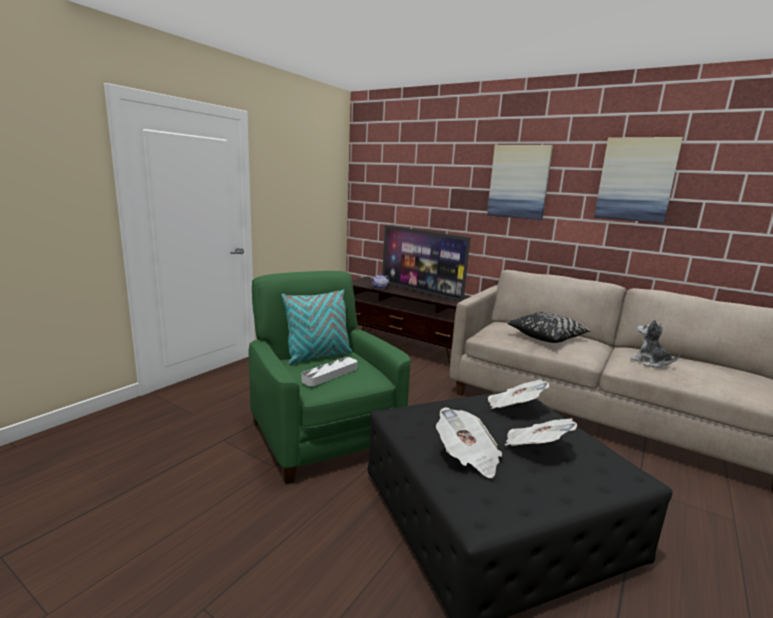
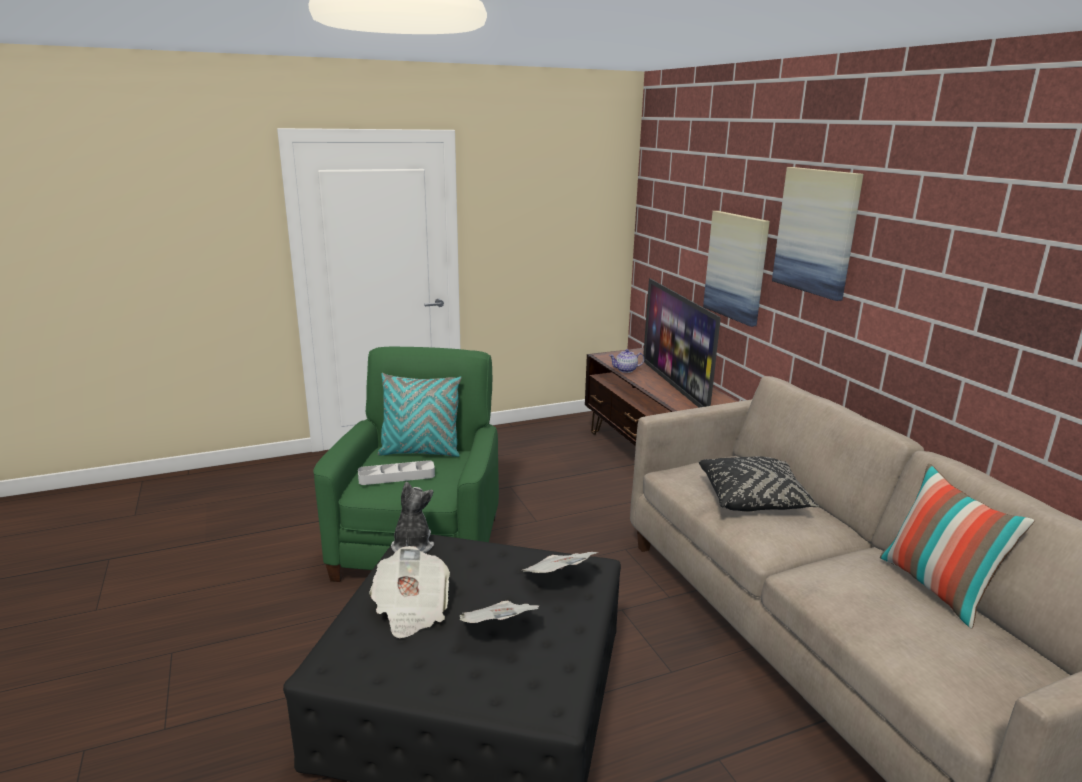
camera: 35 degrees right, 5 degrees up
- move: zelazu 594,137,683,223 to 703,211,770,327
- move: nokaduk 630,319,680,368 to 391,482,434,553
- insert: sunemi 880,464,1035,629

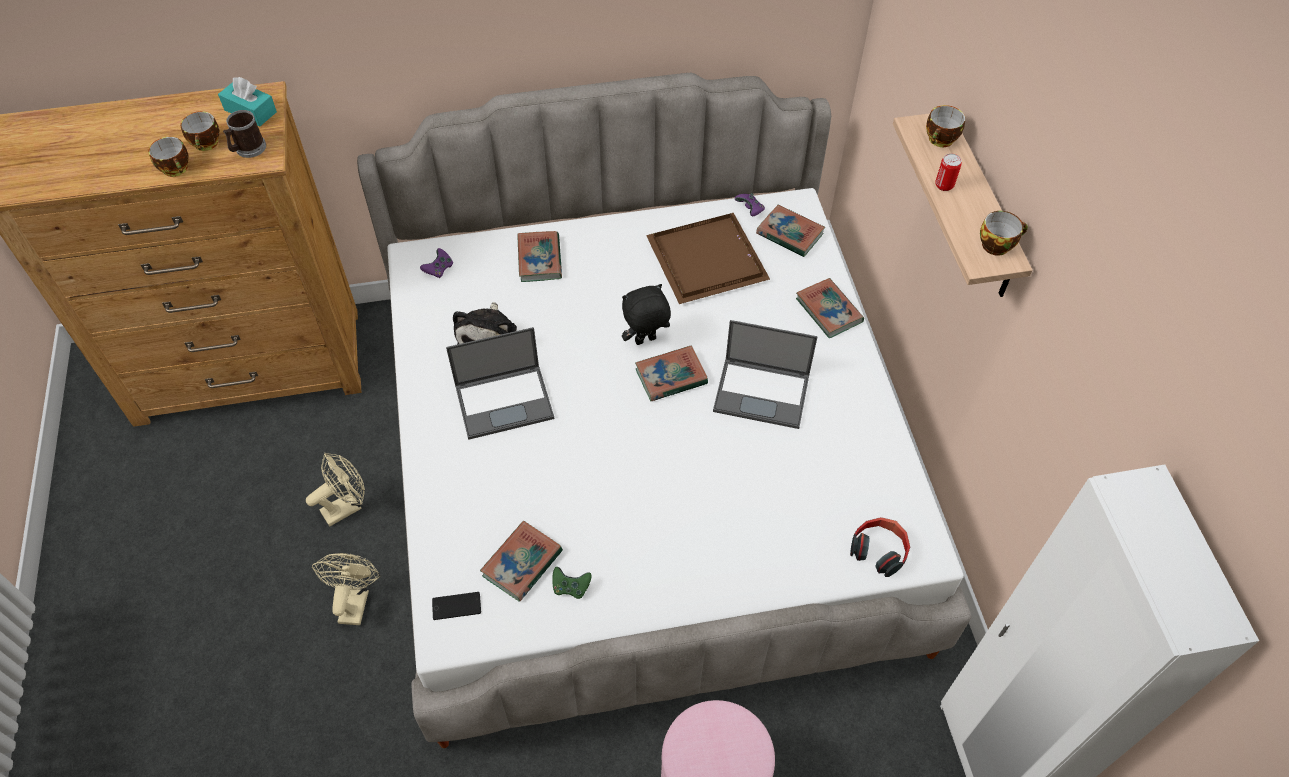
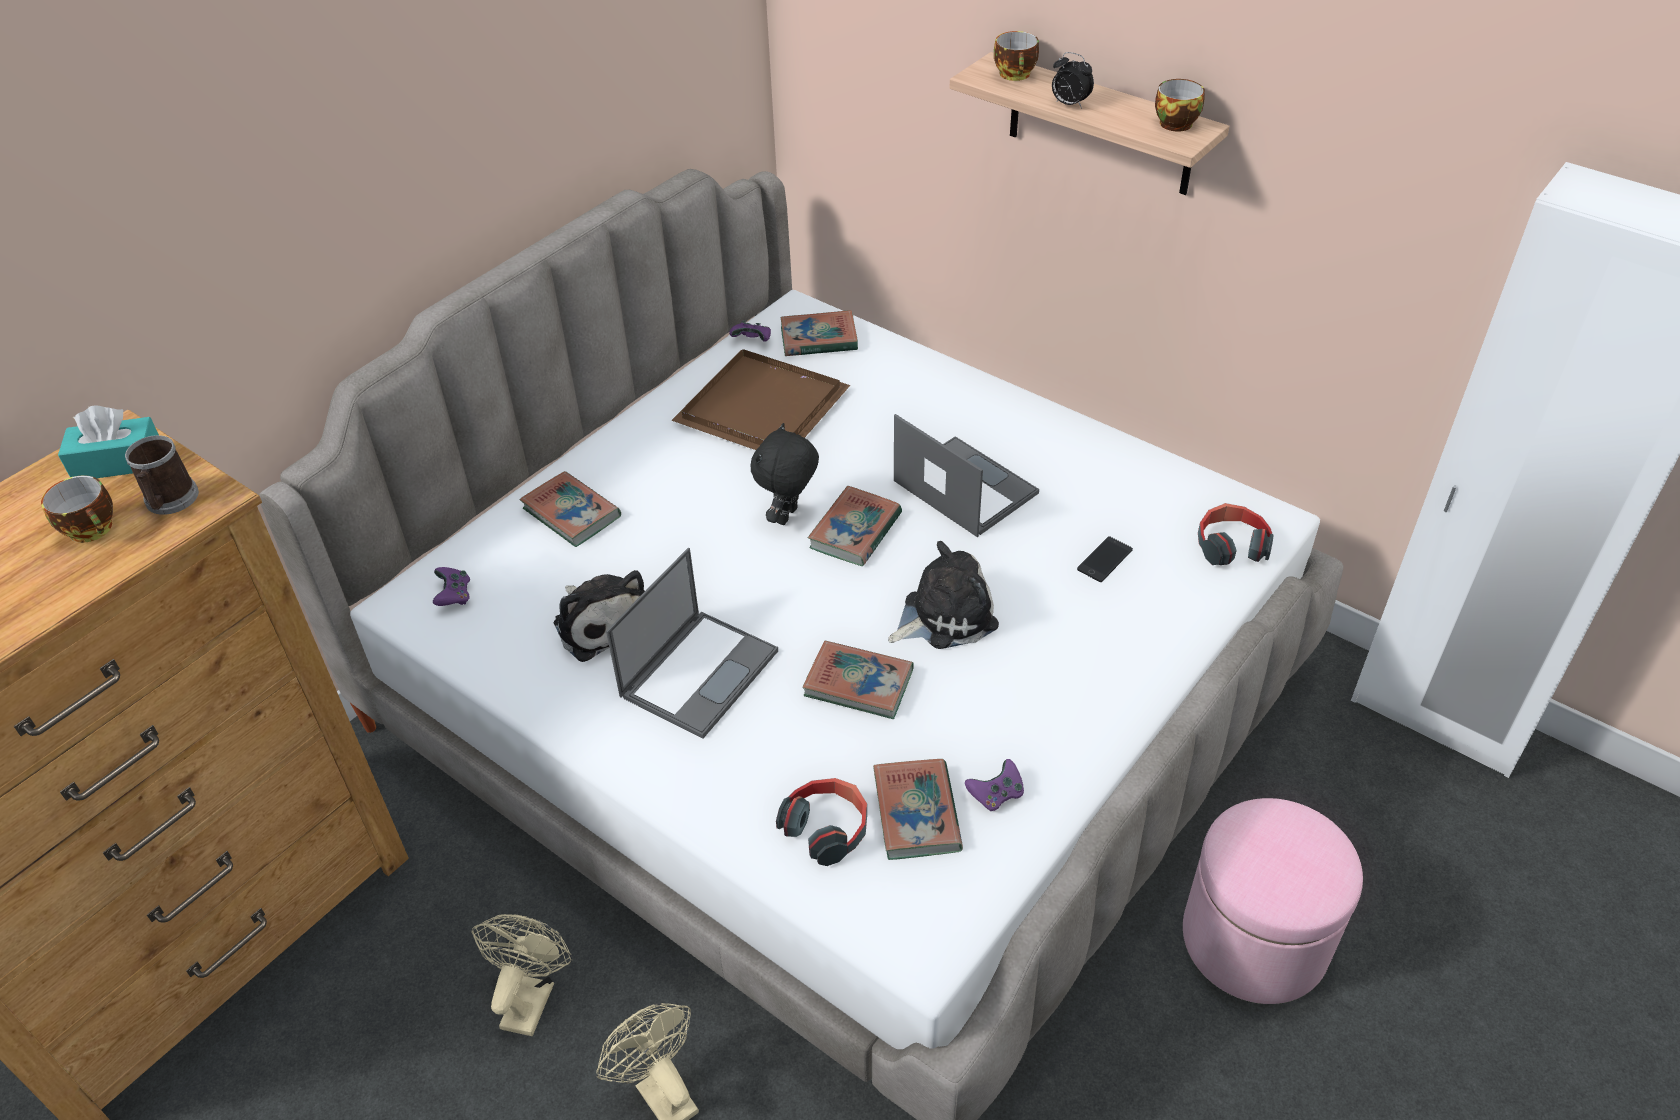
camera: 40 degrees left, 10 degrees down
- delete: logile 148,137,189,177
- move: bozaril 432,592,481,620 to 1077,536,1133,582
- recolor: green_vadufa 552,567,592,599 to purple_vadufa 965,759,1024,812
- rotate: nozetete 713,320,818,429 = 894,414,1039,537 105 degrees counterclockwise
- move: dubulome 796,278,864,338 to 803,641,914,719
- replace: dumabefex 935,153,962,191 to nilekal 1052,52,1094,109
- insert: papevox 776,778,867,866
- insert: nokaduk 888,541,999,649

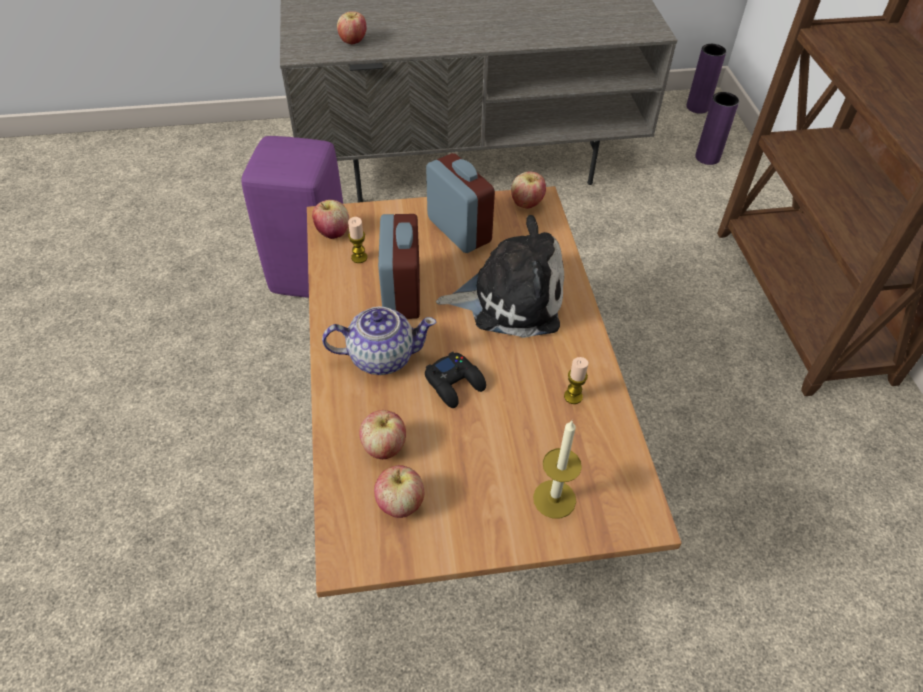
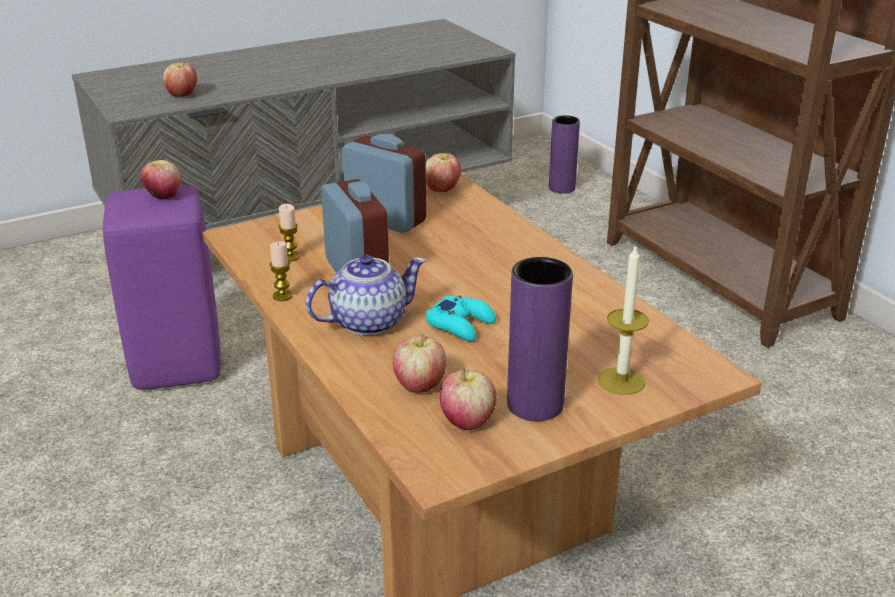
camera: 20 degrees left, 20 degrees down
- move: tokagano 312,200,349,239 to 141,160,181,199
- recolor: black_vadufa 425,352,486,408 to turquoise_vadufa 426,295,496,342
- delete: nokaduk 436,215,564,338
- move: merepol 564,357,589,404 to 270,241,293,301
- move: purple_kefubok 686,44,726,114 to 507,257,573,421

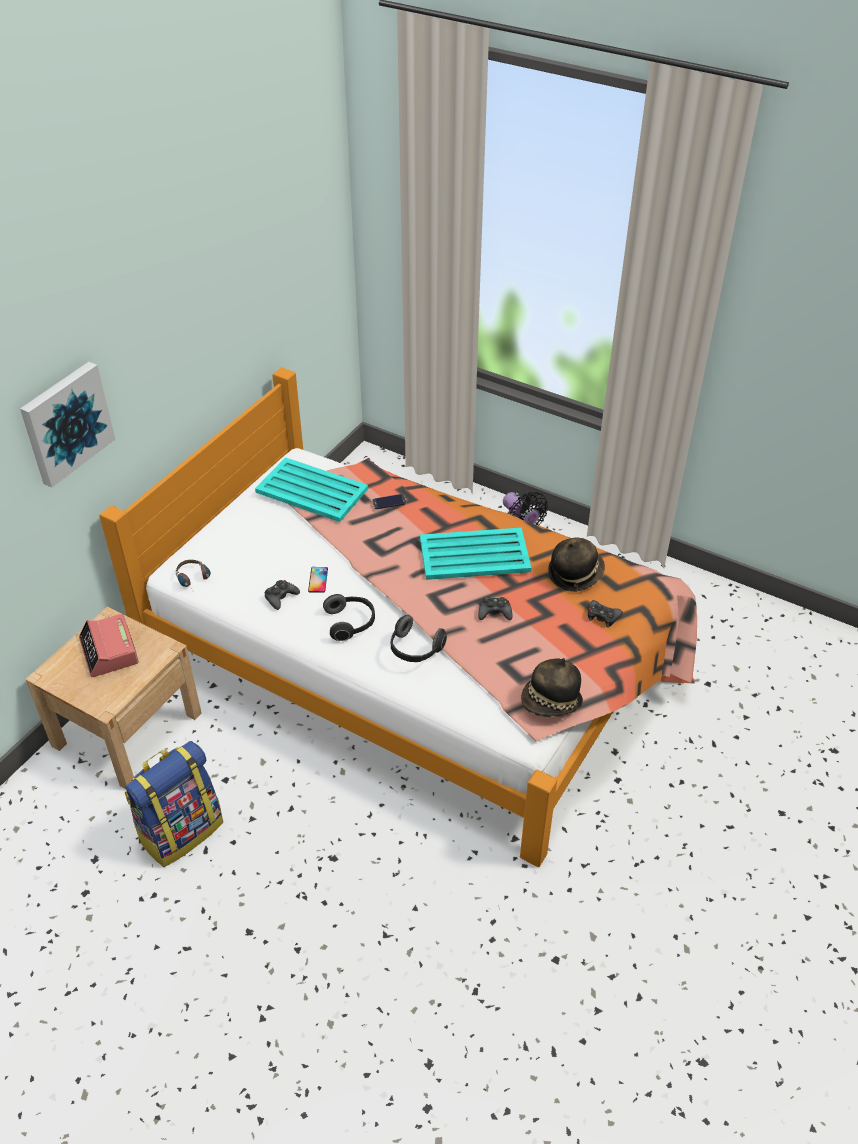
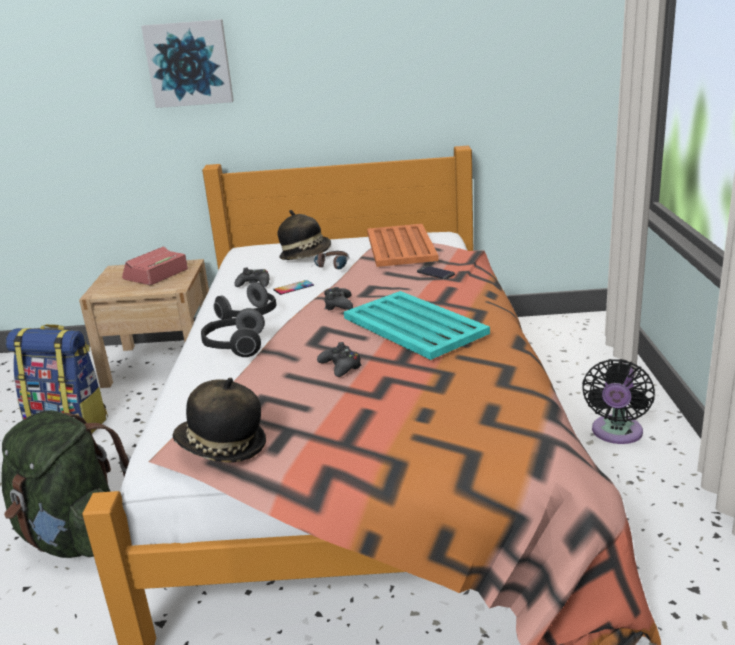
camera: 60 degrees right, 20 degrees down
- move: papevox 176,560,211,587 to 310,251,349,269
- recolor: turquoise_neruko 255,457,368,522 to orange_neruko 367,224,439,267
- move: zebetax 548,538,605,592 to 277,210,331,260
- move: black_vadufa 588,600,623,627 to 324,287,353,310
- insert: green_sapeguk 1,410,131,558

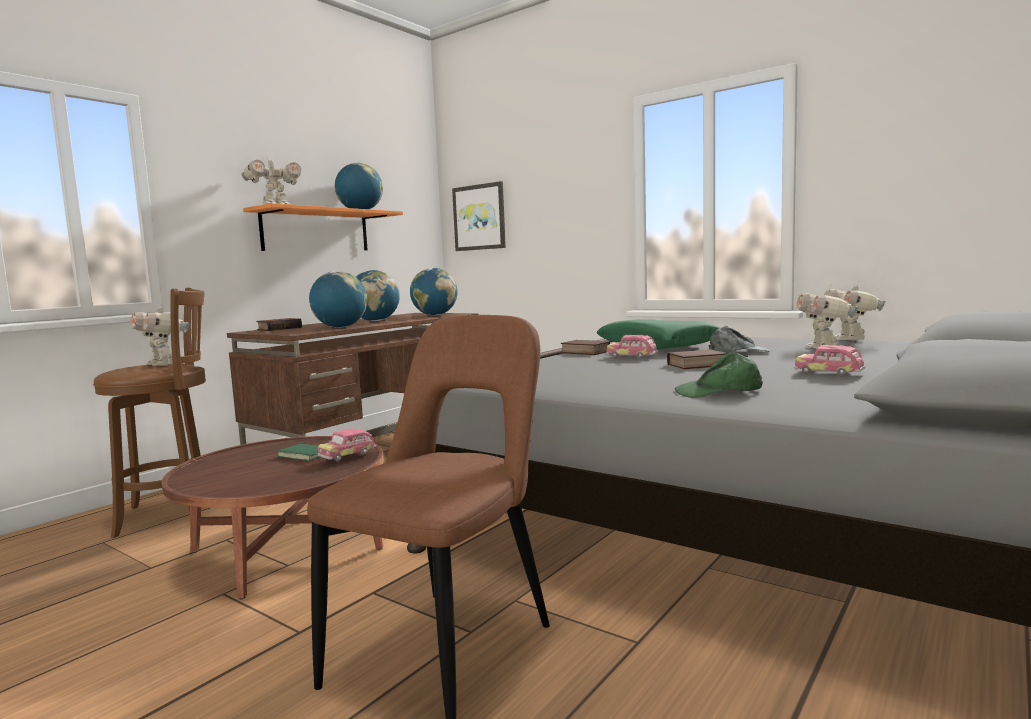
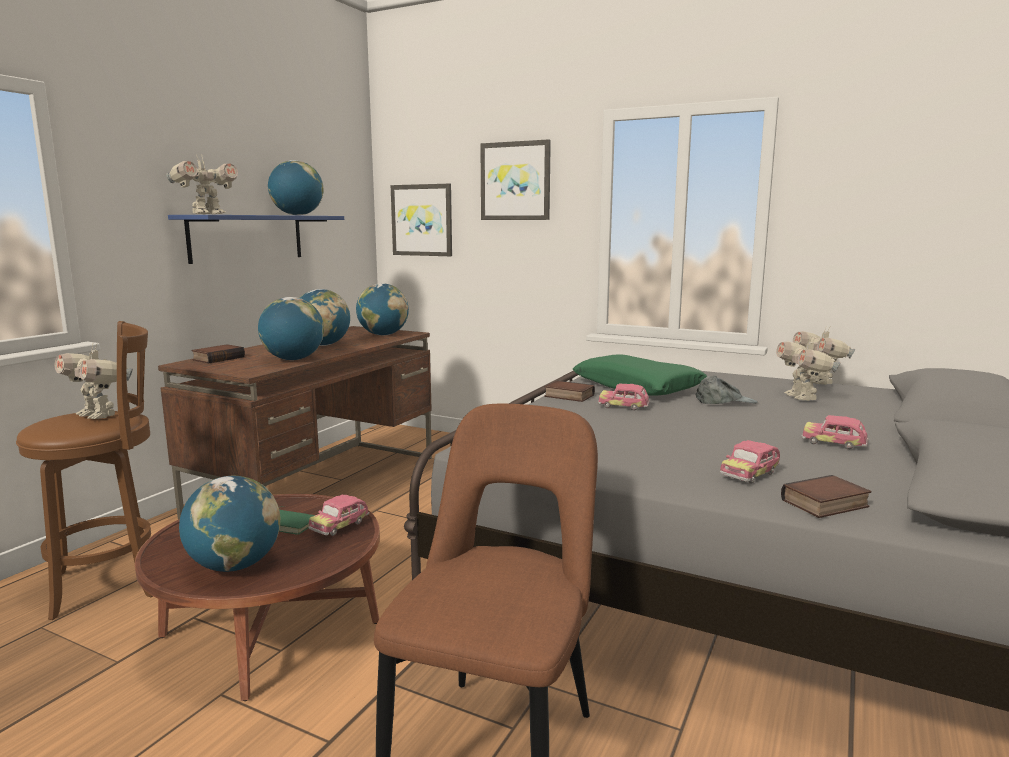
camera: 10 degrees left, 5 degrees up
- recolor: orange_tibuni 243,203,403,251 to blue_tibuni 168,215,344,264
- move: dubulome 667,349,728,369 to 781,475,871,518
- replace: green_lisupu 675,353,763,398 to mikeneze 720,440,780,484
- insert: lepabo 179,476,281,572
- insert: zelazu 480,139,551,220

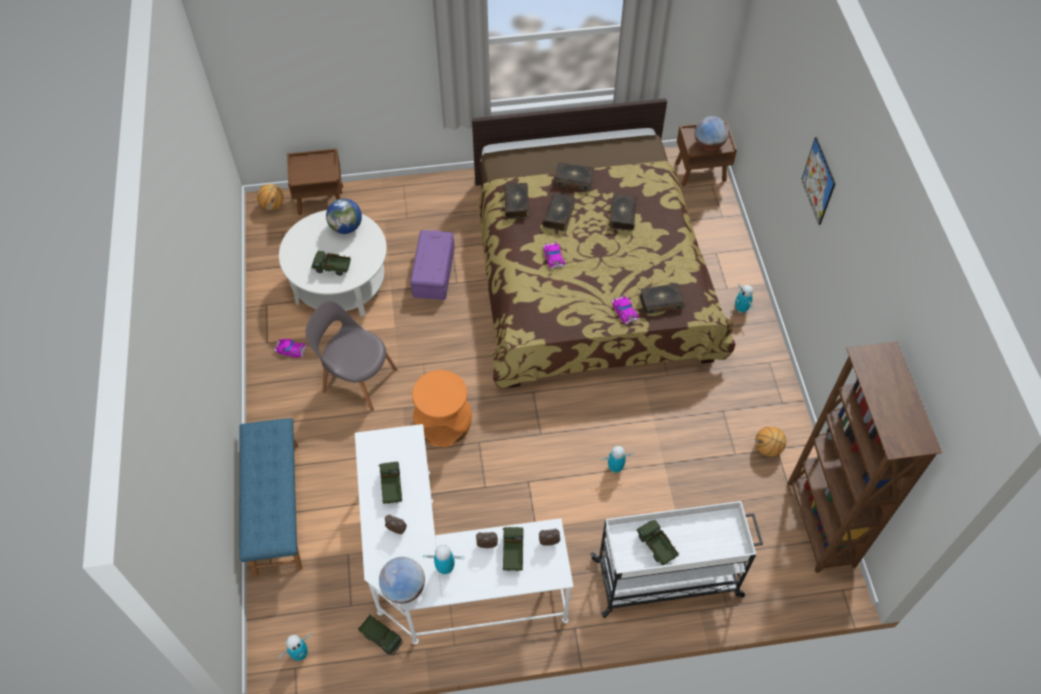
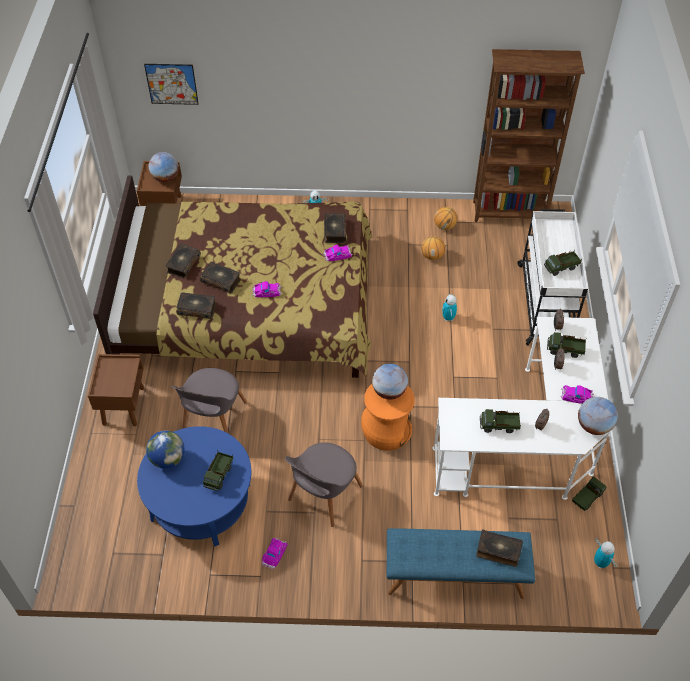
camera: 80 degrees left, 5 degrees down
- move: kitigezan 257,184,284,210 to 421,236,445,260
- recolor: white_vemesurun 279,210,387,317 to blue_vemesurun 137,426,251,546
- move: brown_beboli 287,148,343,215 to 88,354,144,426
- replace: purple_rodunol 410,230,455,300 to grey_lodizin 172,368,247,434
- replace: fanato 423,545,464,574 to mikeneze 560,385,594,404
- move: dubulome 610,194,637,231 to 476,529,523,567
- move: zelazu 801,137,836,225 to 144,64,199,105
- insert: lepabo 372,364,408,400

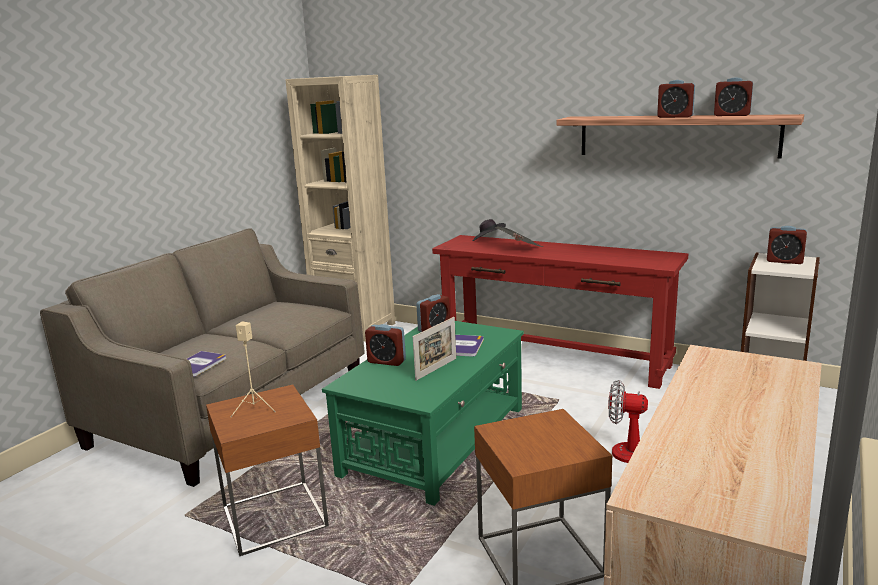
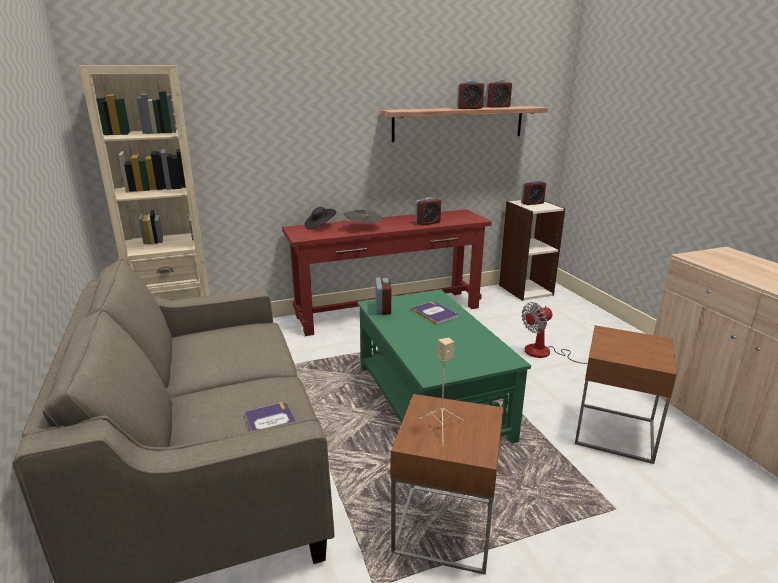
camera: 50 degrees left, 5 degrees up
- move: nilekal 365,324,406,366 to 415,197,441,226
- delete: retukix 413,317,456,381

